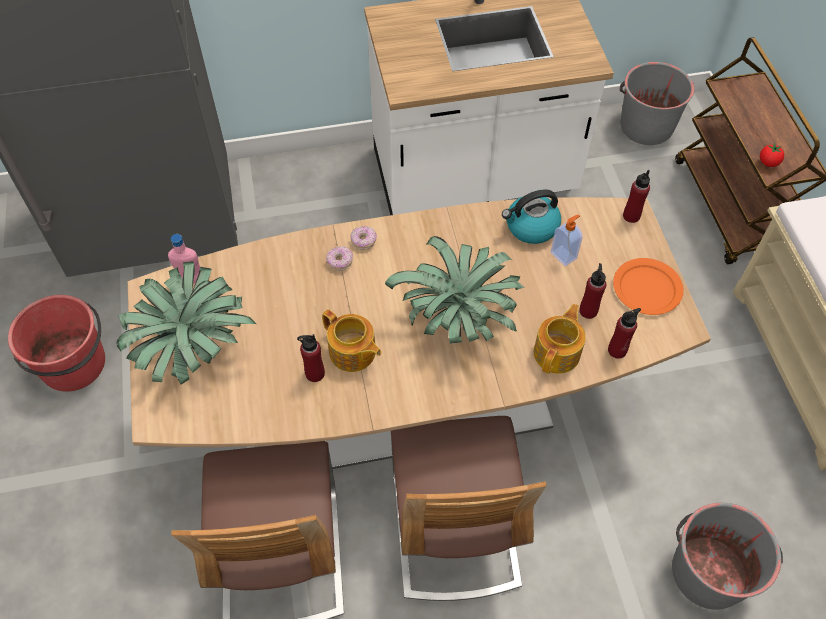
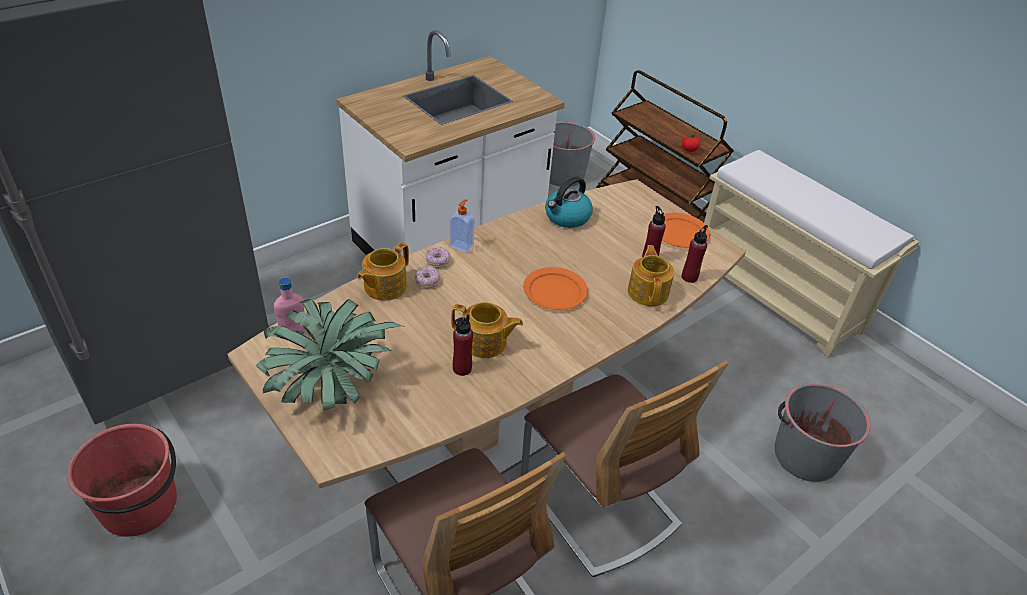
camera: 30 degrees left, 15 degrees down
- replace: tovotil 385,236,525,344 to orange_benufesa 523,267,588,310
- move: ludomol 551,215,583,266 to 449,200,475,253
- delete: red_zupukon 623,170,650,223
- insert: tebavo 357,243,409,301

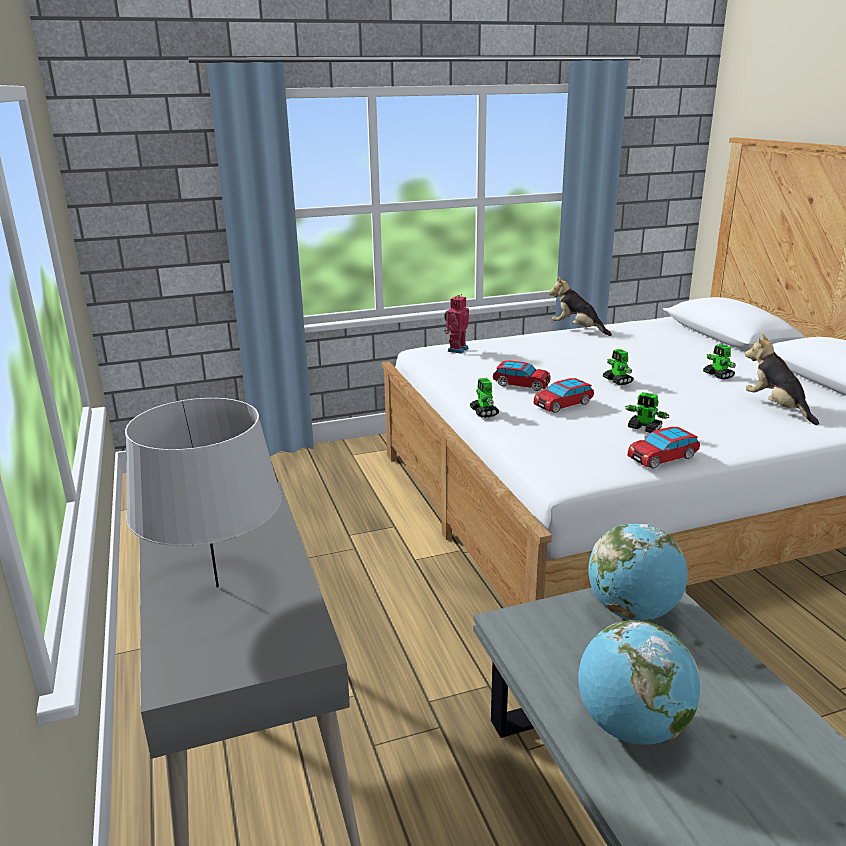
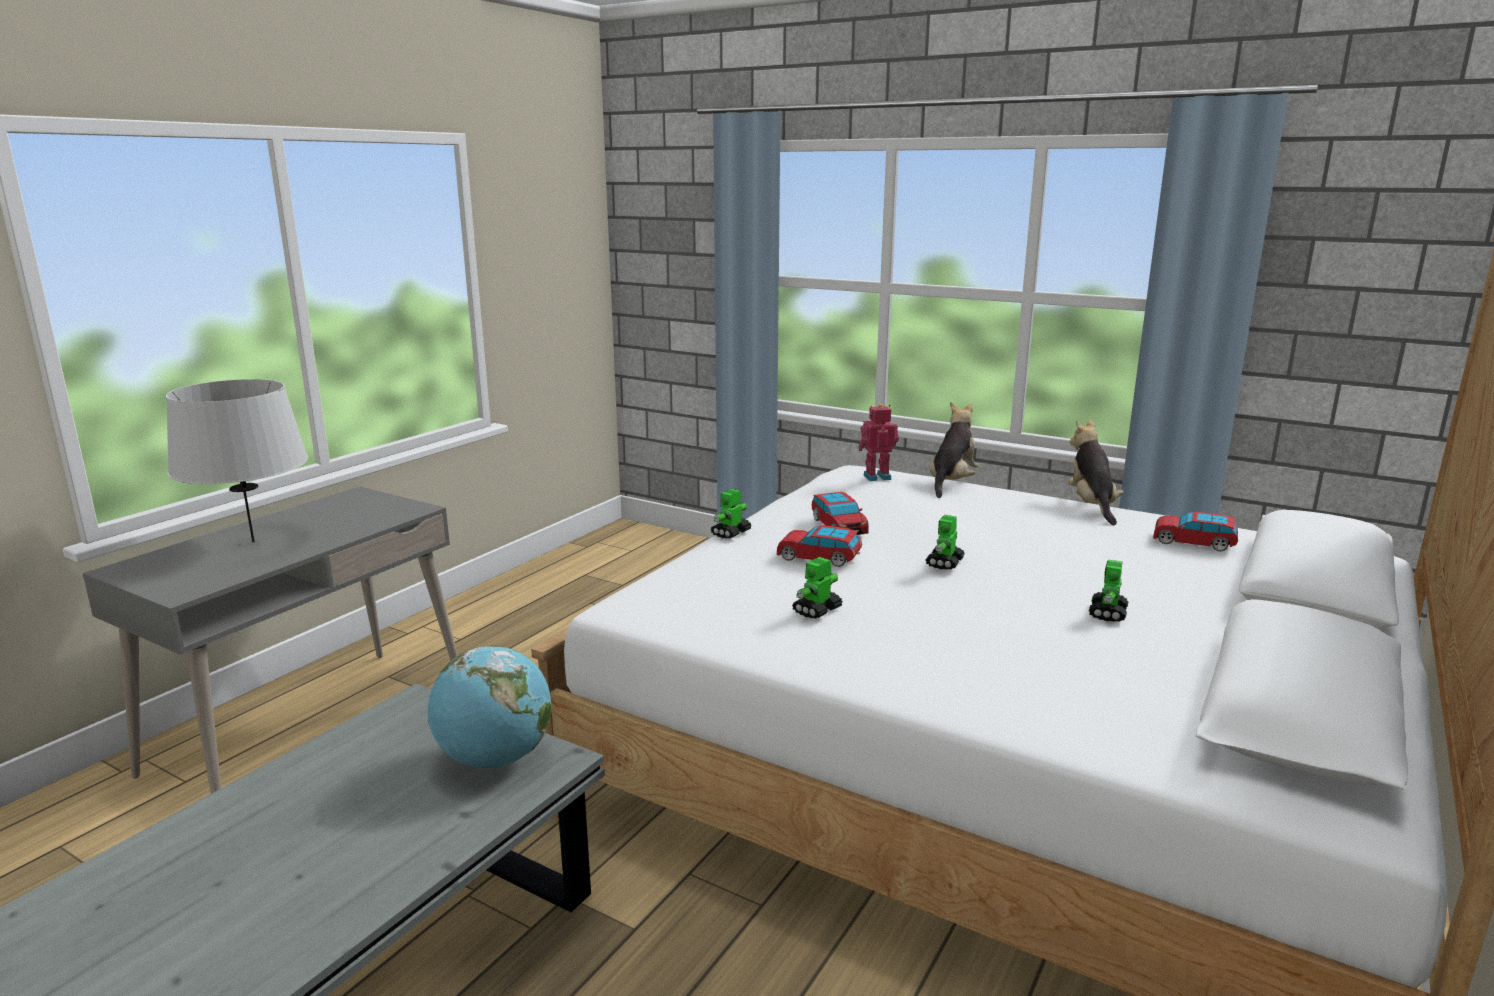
camera: 50 degrees right, 5 degrees down
- delete: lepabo 579,620,700,745
- rotate: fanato 625,392,669,433 = 792,557,843,619 45 degrees clockwise
- move: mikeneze 628,427,700,469 to 1153,511,1238,551
- move: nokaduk 745,334,819,425 to 930,402,979,498

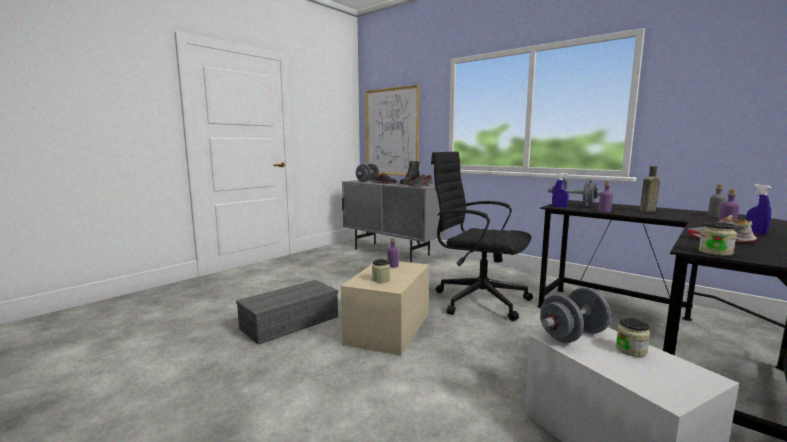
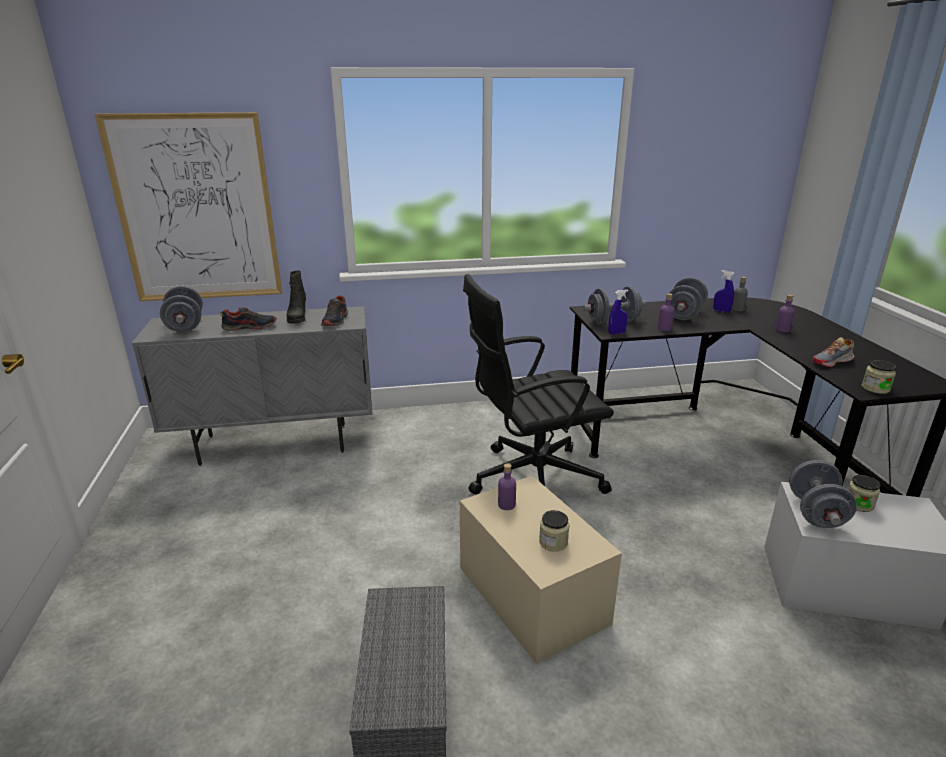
camera: 50 degrees left, 15 degrees up
- replace: brown_zupukon 640,166,660,212 to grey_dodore 665,277,708,320
- move: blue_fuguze 746,184,771,235 to 713,270,734,313

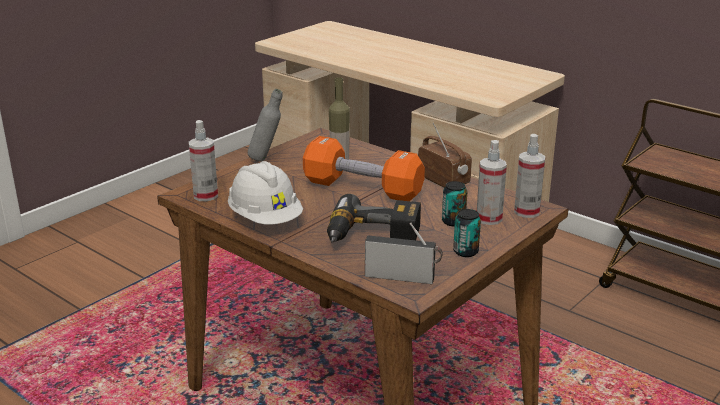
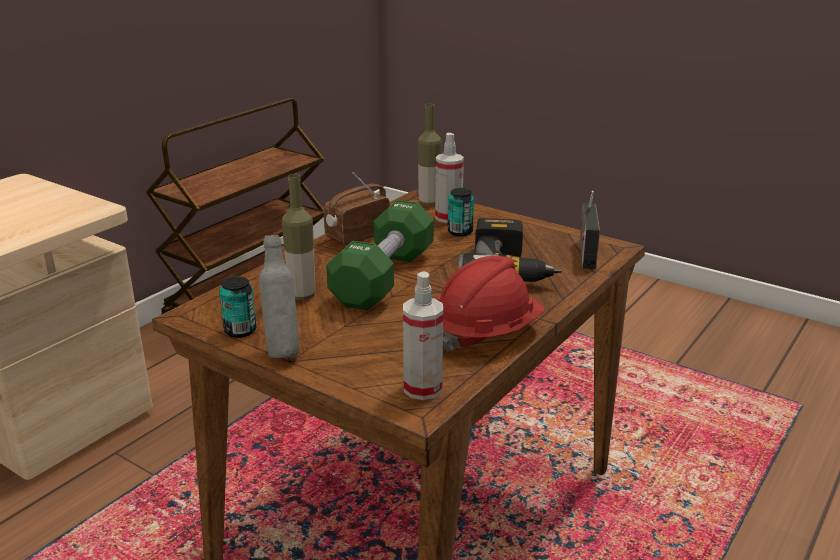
camera: 95 degrees left, 0 degrees up
- recolor: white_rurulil 228,161,303,225 to red_rurulil 437,256,545,352
- recolor: orange_dodore 303,136,425,201 to green_dodore 326,200,434,311
- move: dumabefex 453,209,481,257 to 219,277,256,338
- replace: fuguze 514,134,546,218 to zupukon 418,104,442,206

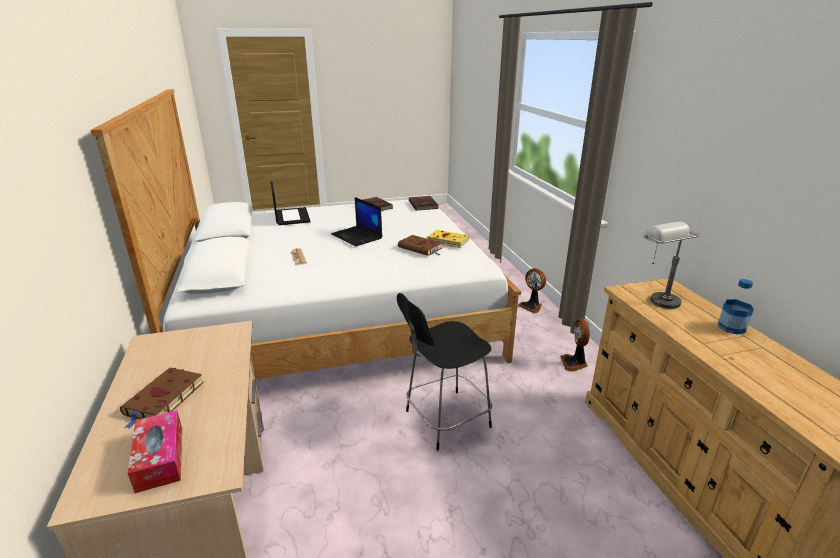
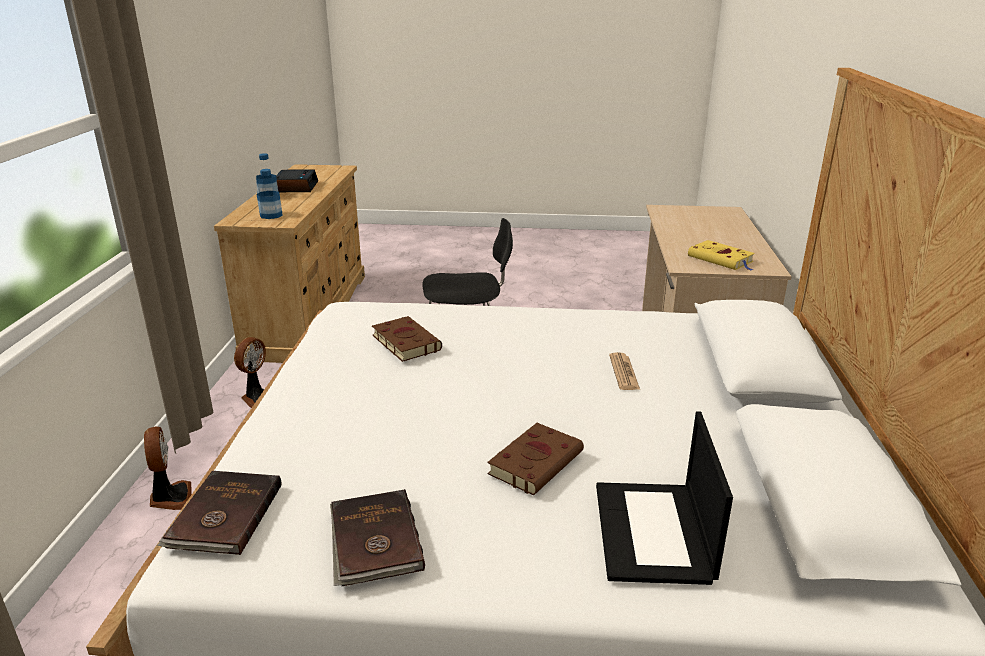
camera: 160 degrees left, 0 degrees up
- move: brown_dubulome 120,368,204,429 to 487,423,584,495
- delete: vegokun 128,410,182,493
- delete: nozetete 331,197,382,246
- move: yellow_dubulome 427,230,469,248 to 688,240,755,271
- replace: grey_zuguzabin 642,222,700,309 to zupukon 257,169,283,219
- insert: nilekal 276,169,318,192

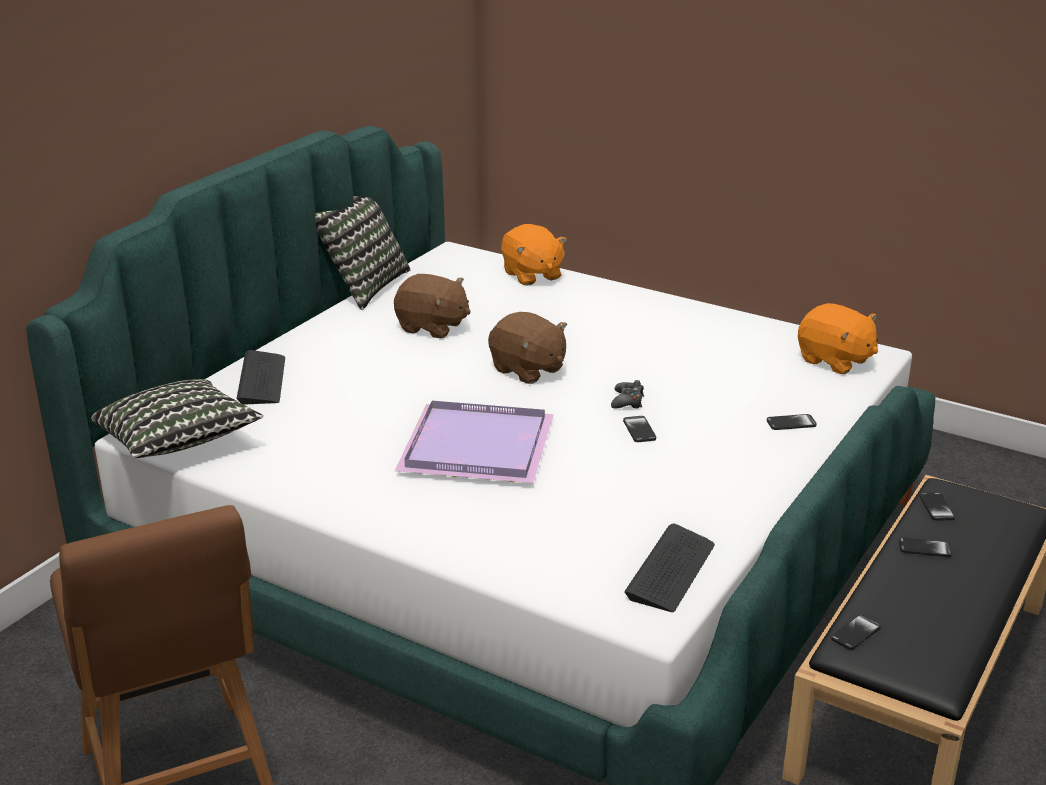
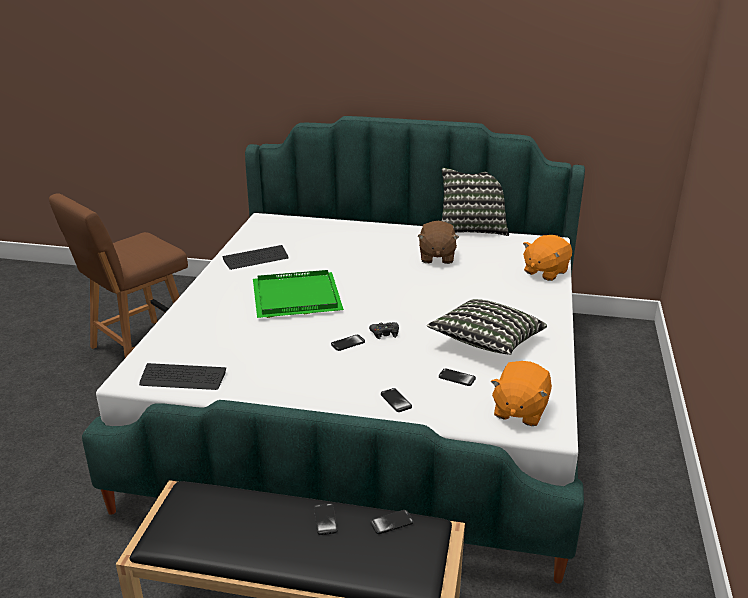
camera: 70 degrees right, 0 degrees up
- move: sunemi 91,379,263,458 to 427,299,547,355
- move: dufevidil 236,350,285,405 to 222,245,289,270
- recolor: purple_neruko 395,401,554,483 to green_neruko 253,270,344,318
- delete: brown_nokaduk 488,312,567,384
- move: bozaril 831,614,881,650 to 439,368,476,386

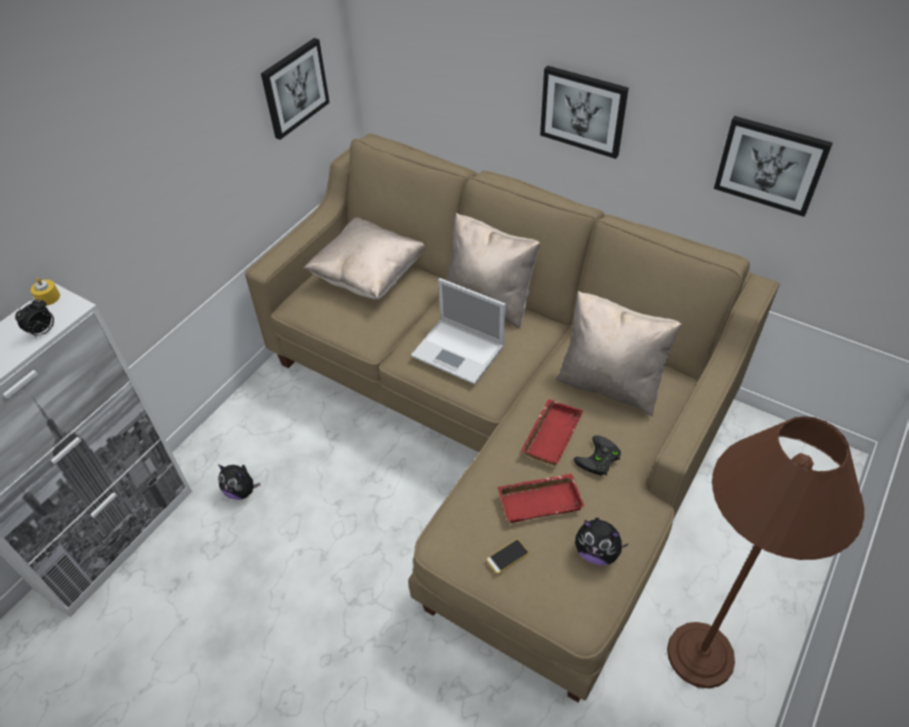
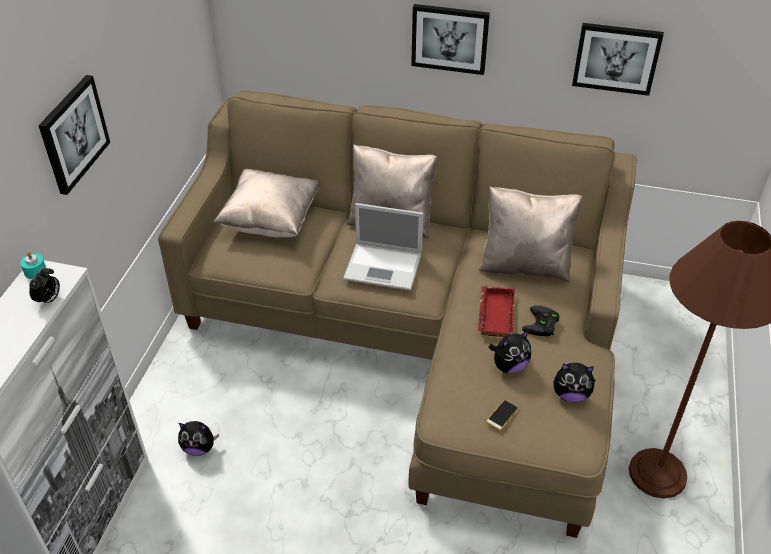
camera: 20 degrees left, 5 degrees down
- recolor: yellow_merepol 31,278,60,305 to turquoise_merepol 20,252,46,279
- move: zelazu 261,38,330,140 to 38,75,110,195
- replace: red_neruko 497,473,585,523 to nokaduk 488,330,531,374

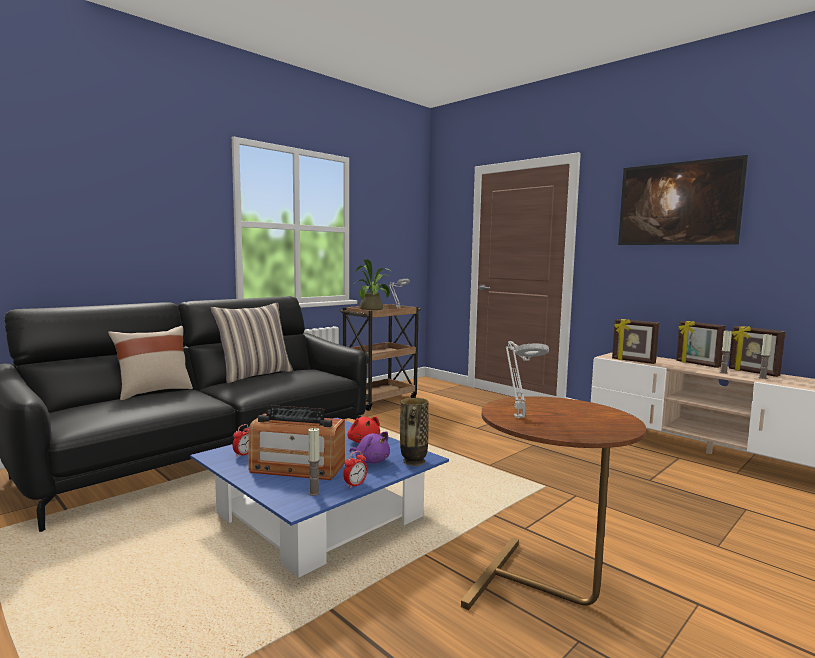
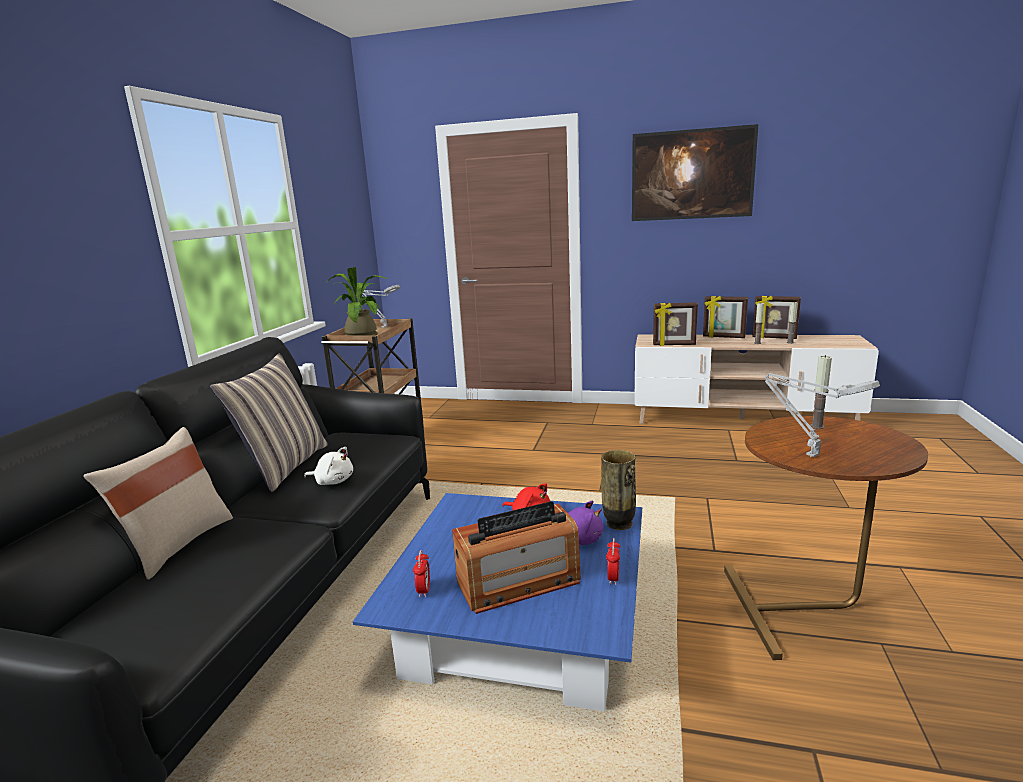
camera: 30 degrees left, 10 degrees up
- move: merepol 308,428,320,496 to 810,355,832,429
- insert: white_nokaduk 304,447,353,485

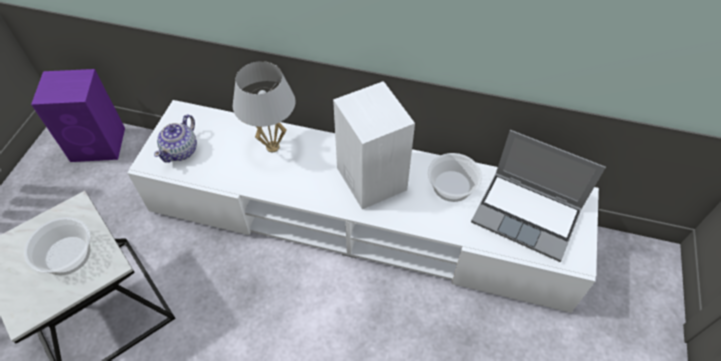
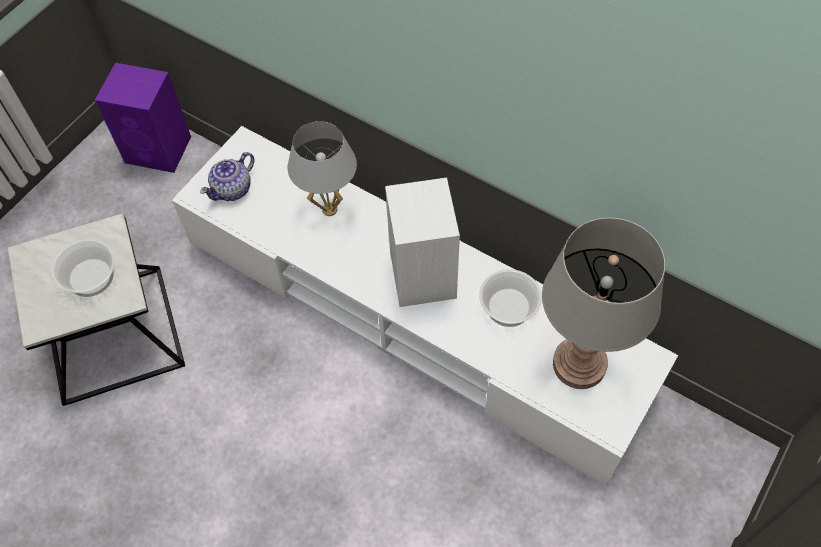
camera: 20 degrees right, 5 degrees up
- replace: nozetete 471,130,606,262 to grey_zuguzabin 542,218,665,389

